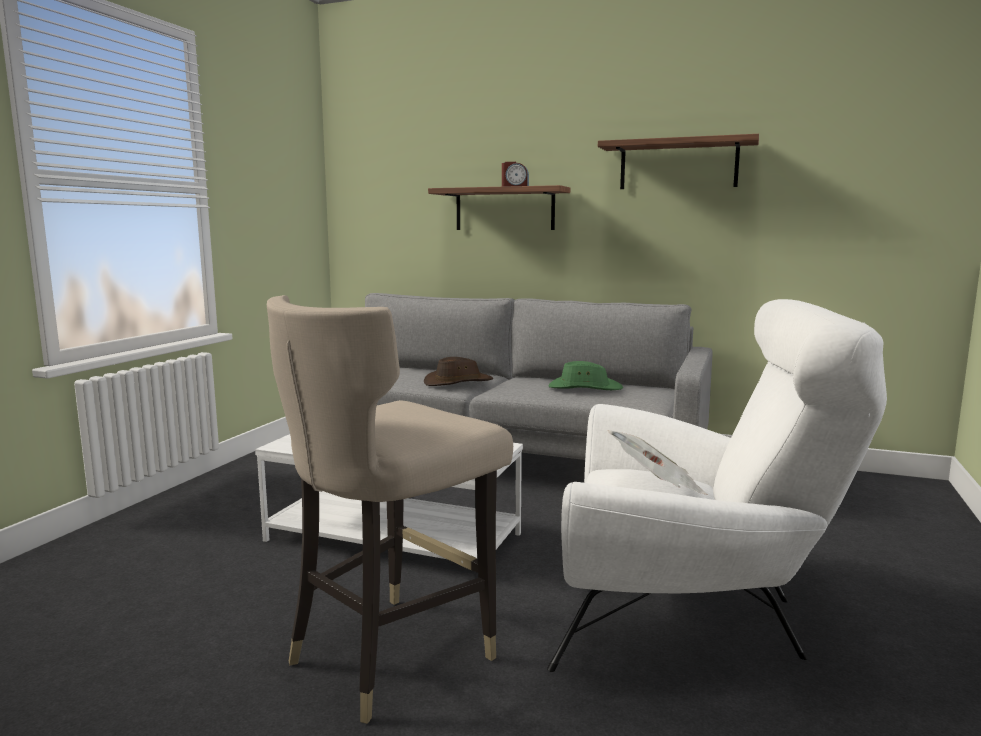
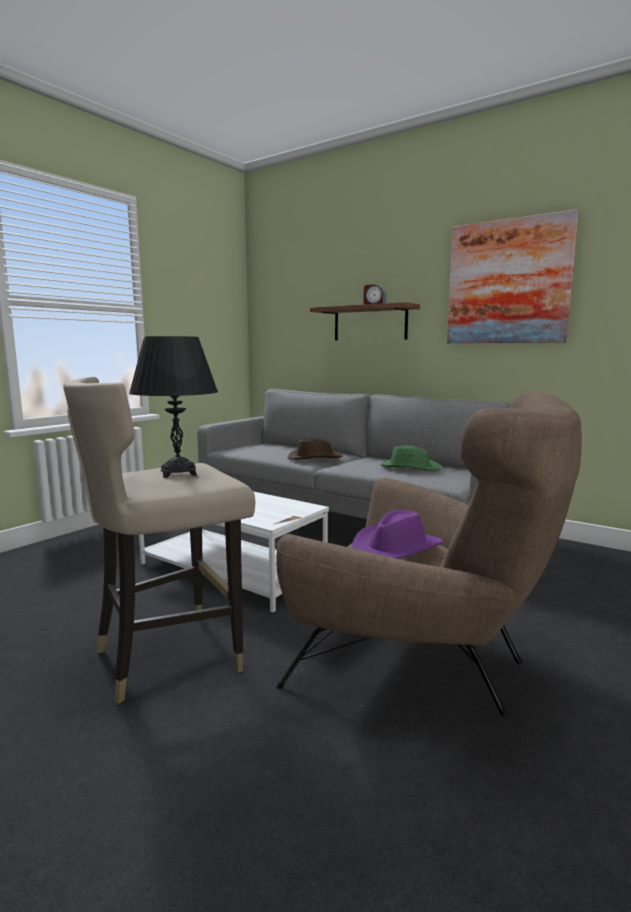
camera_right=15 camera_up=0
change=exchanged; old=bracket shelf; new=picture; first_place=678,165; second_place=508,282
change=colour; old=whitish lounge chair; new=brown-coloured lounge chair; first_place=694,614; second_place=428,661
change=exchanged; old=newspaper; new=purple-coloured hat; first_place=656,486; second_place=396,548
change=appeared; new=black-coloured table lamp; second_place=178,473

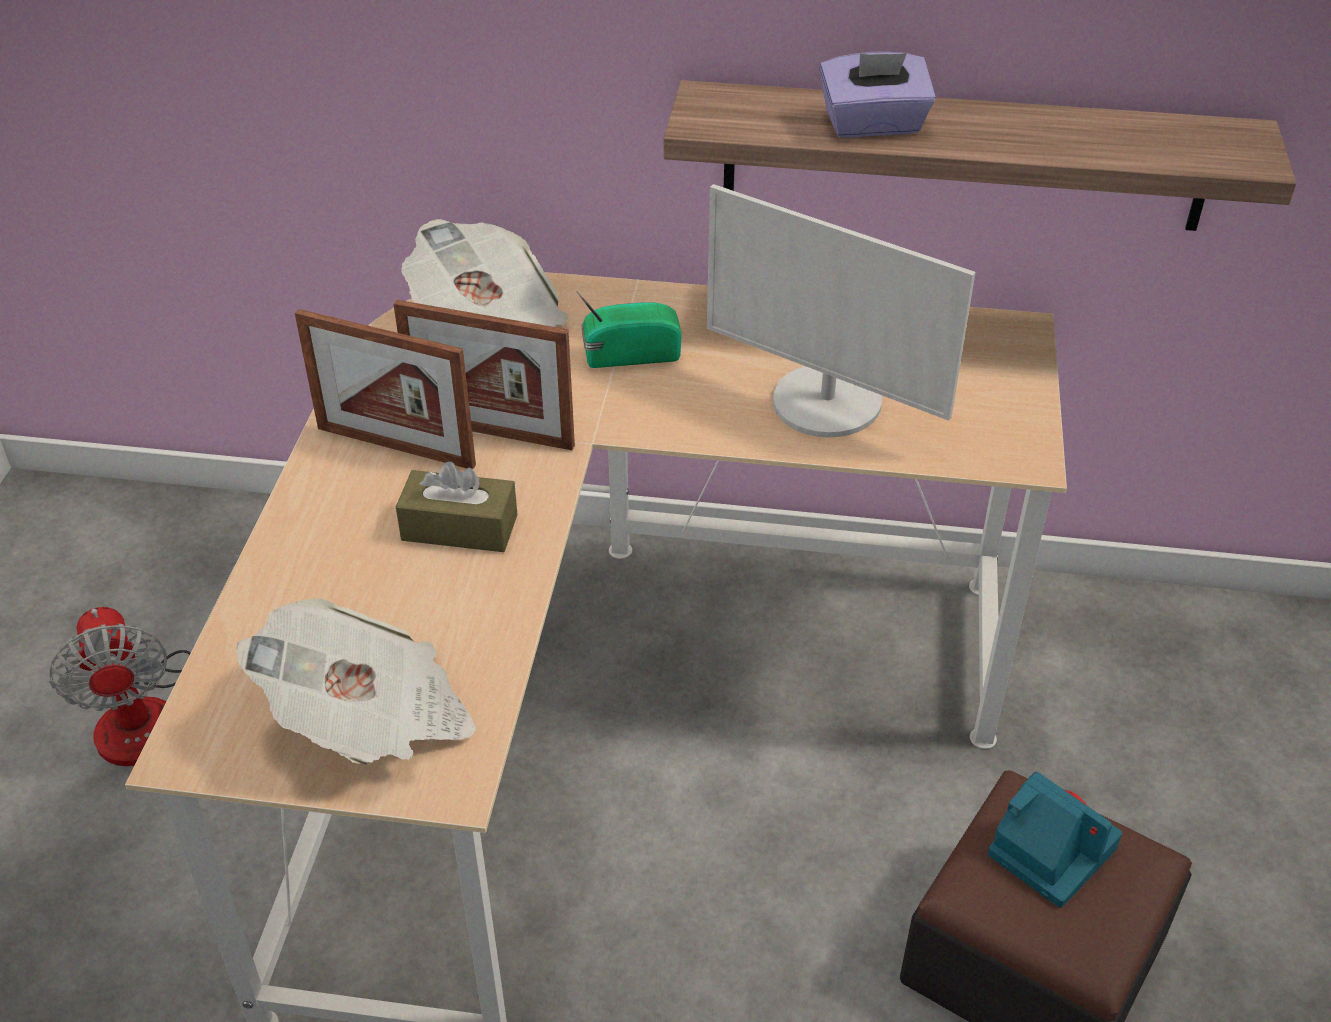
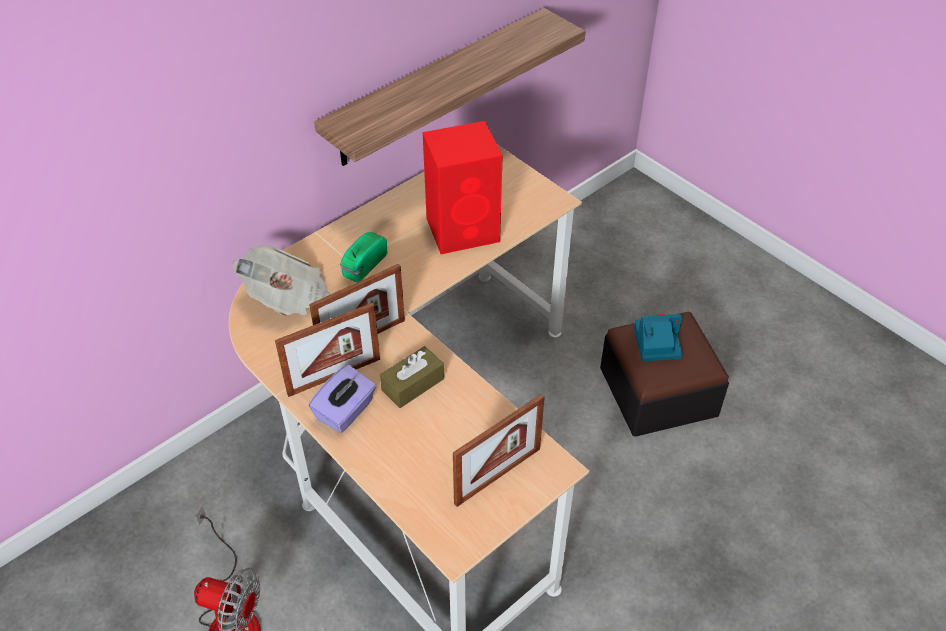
camera_right=-50 camera_up=5
change=relocated; old=purple-coloured tissue box; first_place=873,125; second_place=345,411
change=exchanged; old=computer screen; new=reddish speaker; first_place=826,403; second_place=464,229
change=exchanged; old=newspaper; new=picture frame; first_place=370,719; second_place=497,476

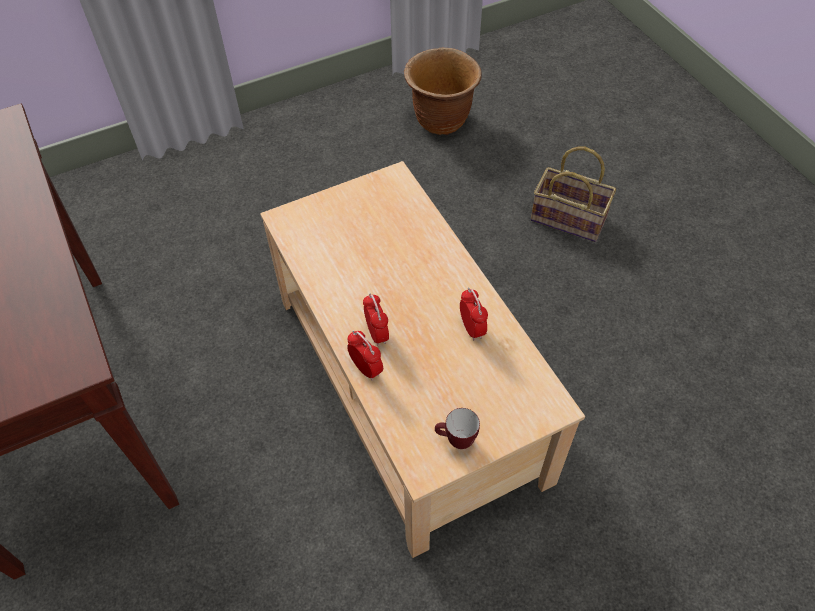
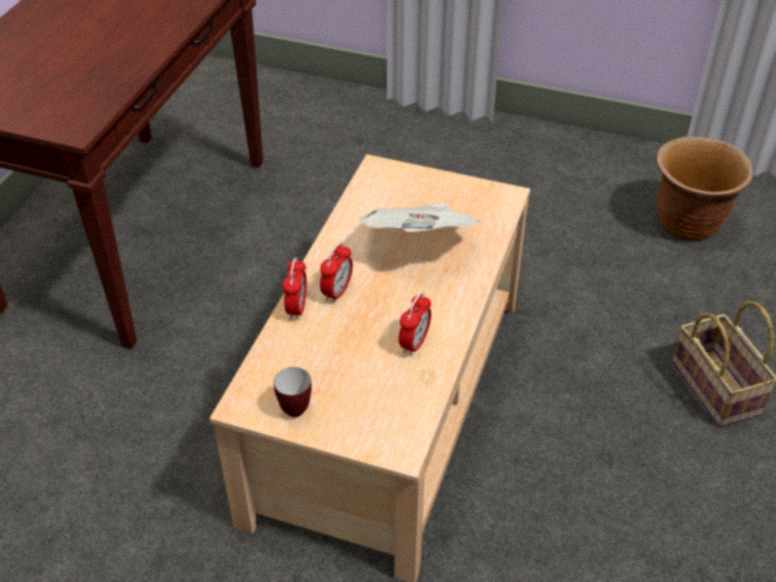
camera_right=45 camera_up=-10
change=appeared; new=newspaper; second_place=420,241

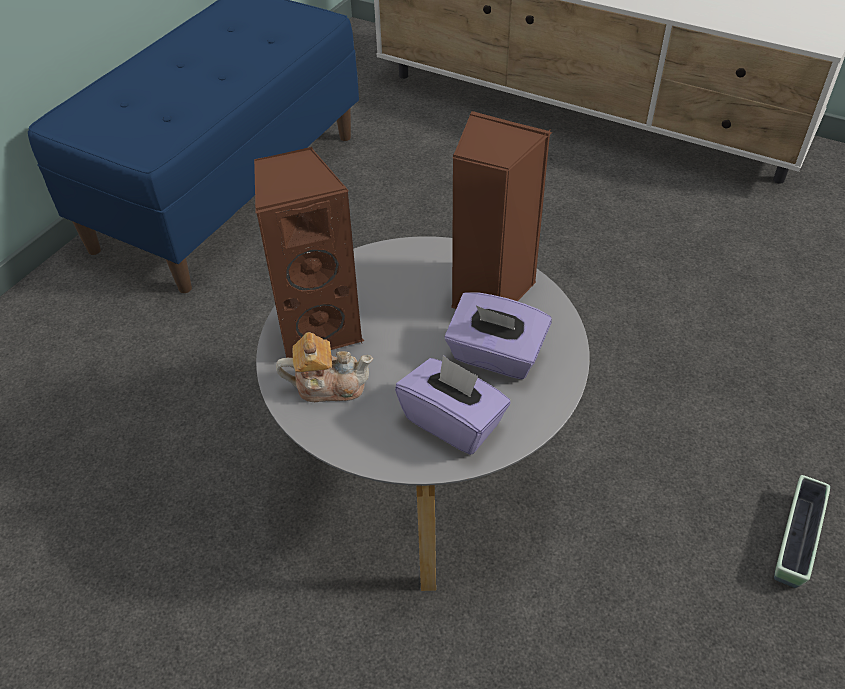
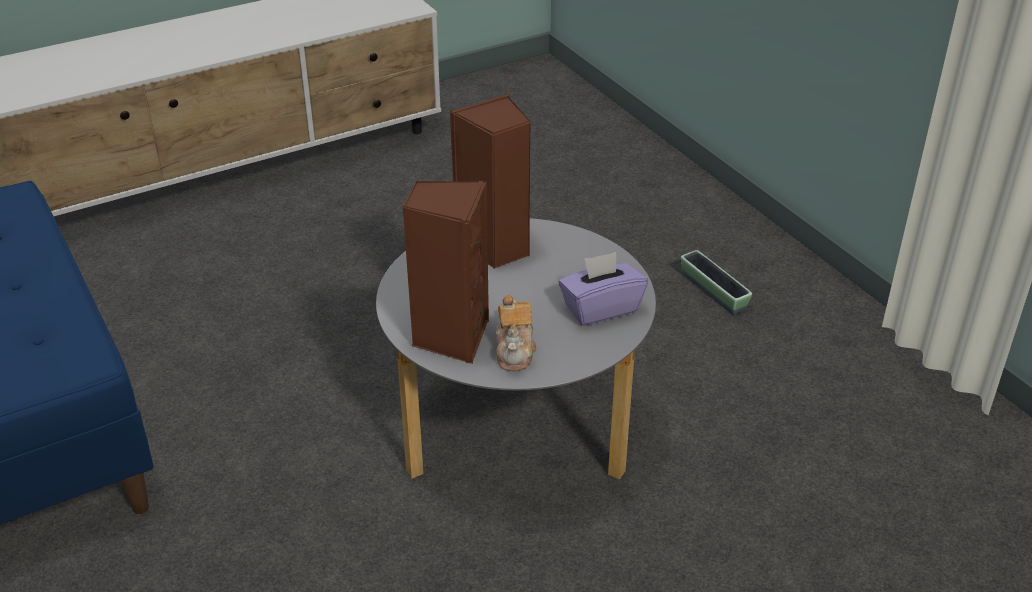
camera_right=-60 camera_up=-10
change=missing; old=purple-coloured tissue box; first_place=495,356
change=spun; old=teapot; first_place=328,385; second_place=515,351; degrees=150

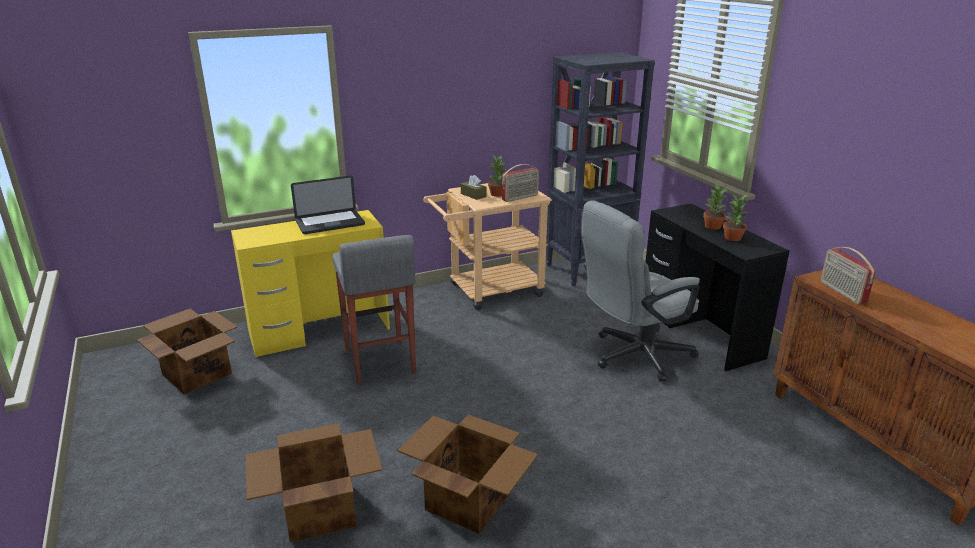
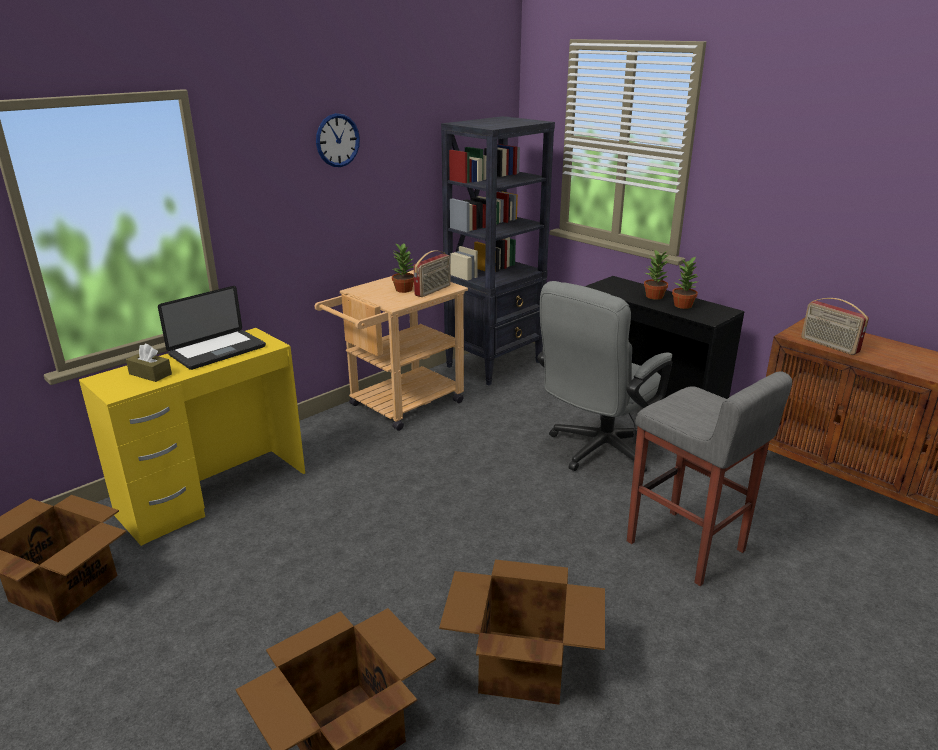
camera_right=-20 camera_up=0
change=relocated; old=brown-coloured tissue box; first_place=473,195; second_place=150,374
change=relocated; old=gray sitting stool; first_place=379,363; second_place=686,547
change=appeared; new=wall clock; second_place=337,140

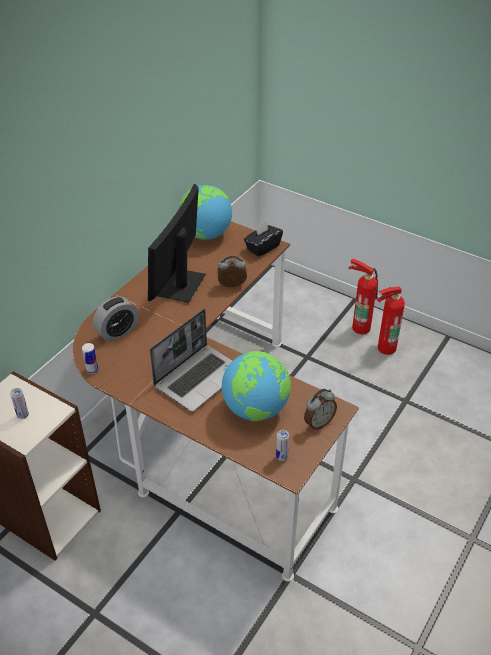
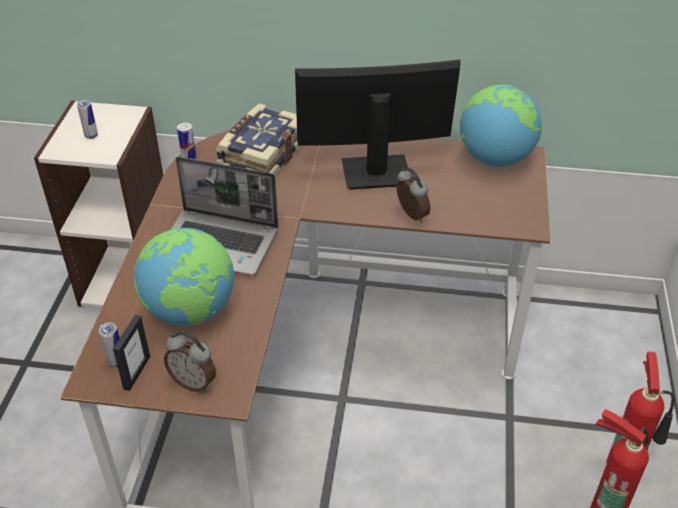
camera_right=65 camera_up=0
change=missing; old=black-coloured tissue box; first_place=262,247
change=exchanged; old=bedside clock; new=volume; first_place=117,331; second_place=261,154
change=appeared; new=picture frame; second_place=136,372

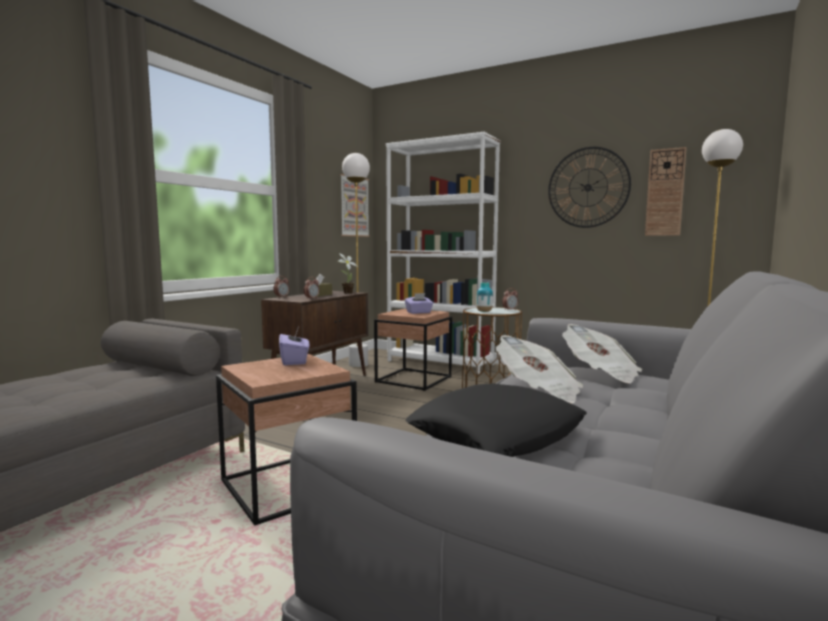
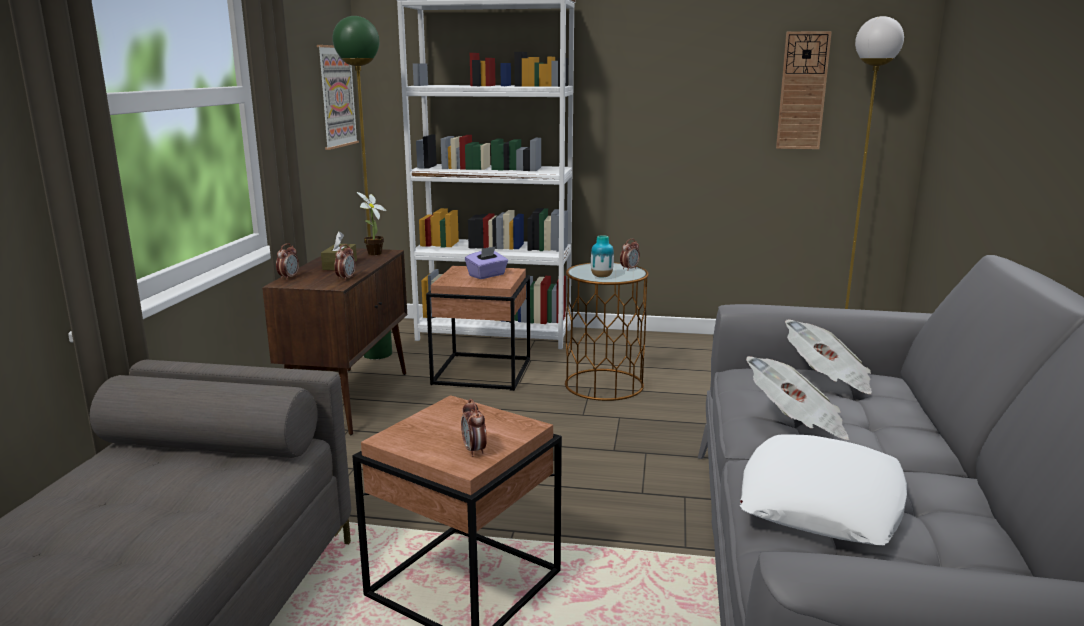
camera_right=-20 camera_up=10
change=missing; old=wall clock; first_place=588,187
change=colour; old=whitish standing lamp; new=green standing lamp; first_place=358,365; second_place=377,354
change=missing; old=purple-coloured tissue box; first_place=294,361
change=colour; old=black-coloured pillow; new=whitish pillow; first_place=497,434; second_place=821,502
change=appeared; new=bedside clock; second_place=474,450

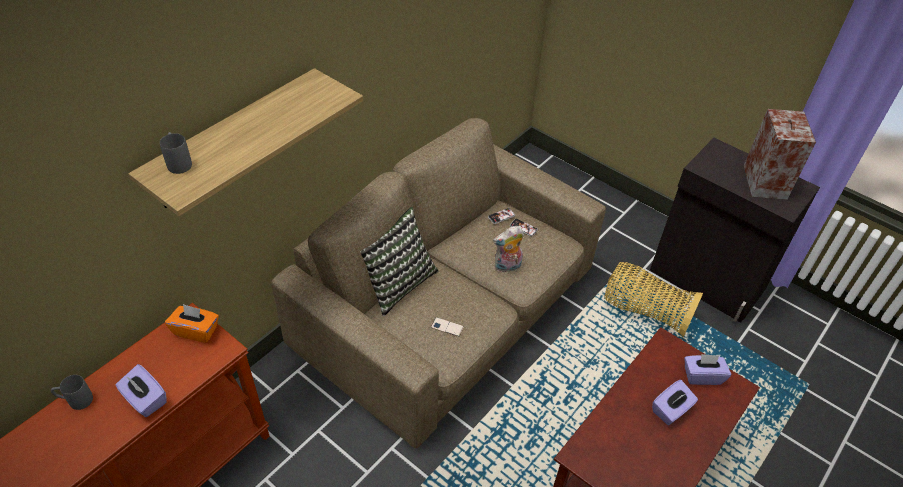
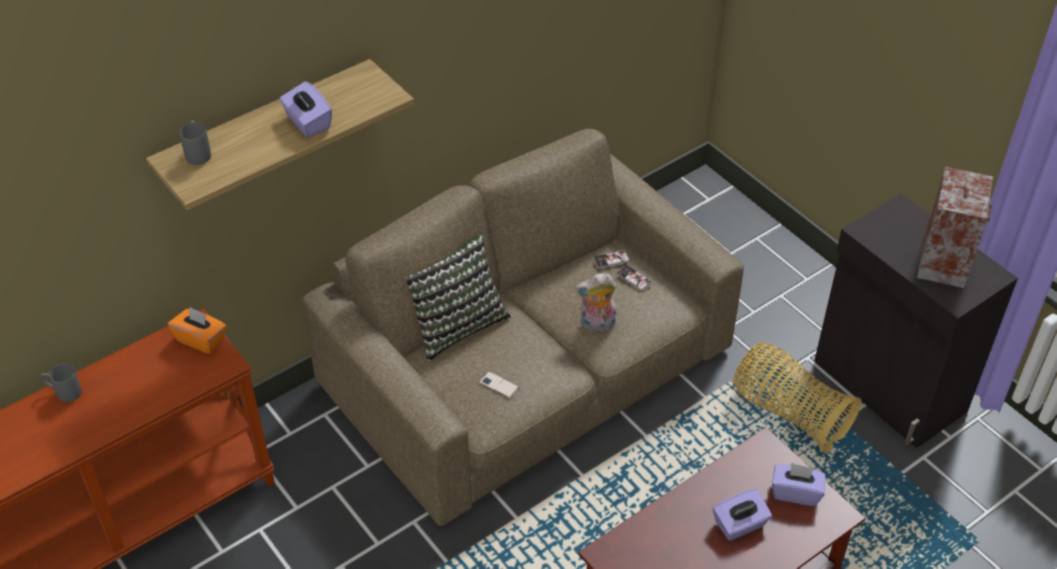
camera_right=15 camera_up=0
change=relocated; old=purple-coloured tissue box; first_place=145,400; second_place=307,122

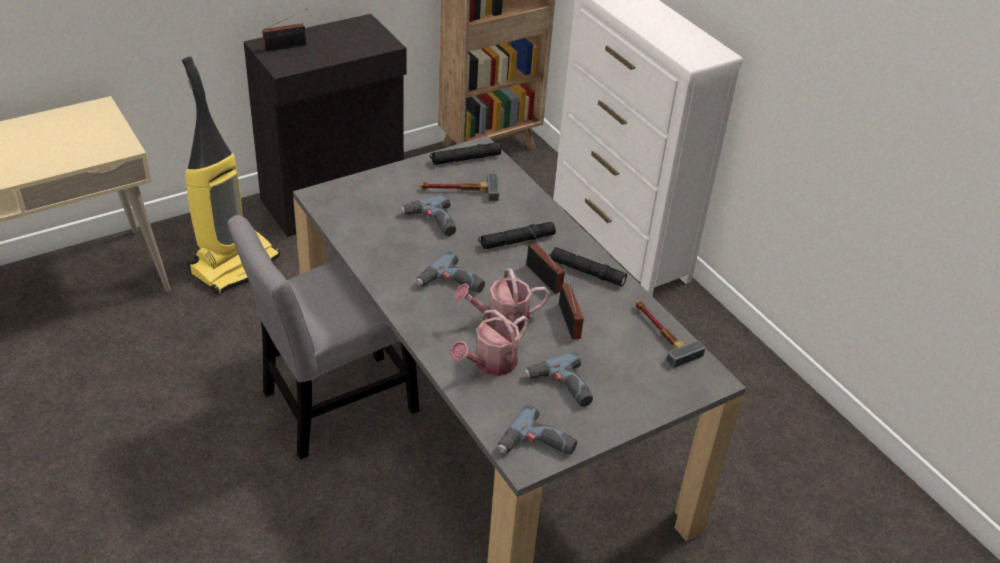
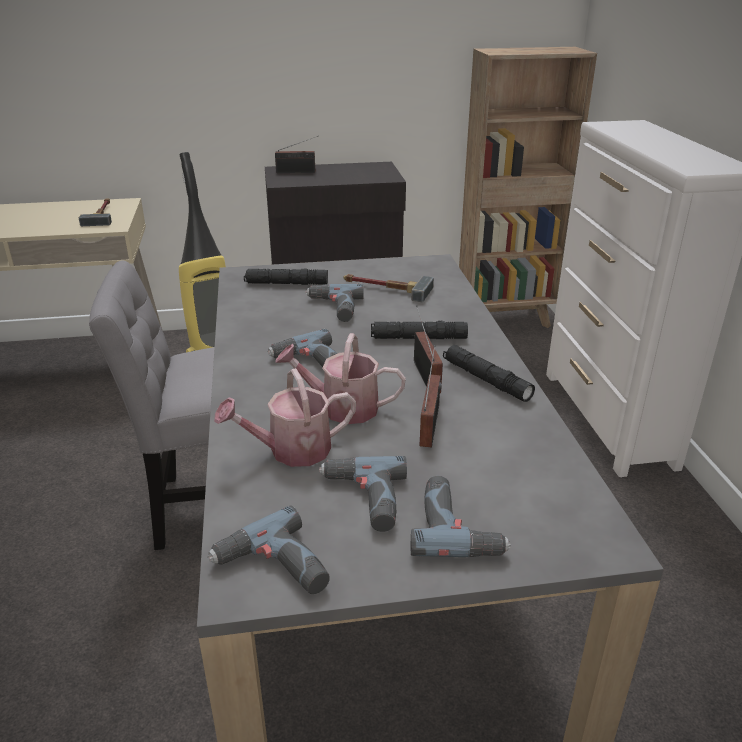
camera_right=25 camera_up=-10
change=relocated; old=black-coloured hand torch; first_place=465,159; second_place=286,283
change=relocated; old=hammer; first_place=661,333; second_place=102,214
change=appeared; new=electric drill; second_place=457,527

